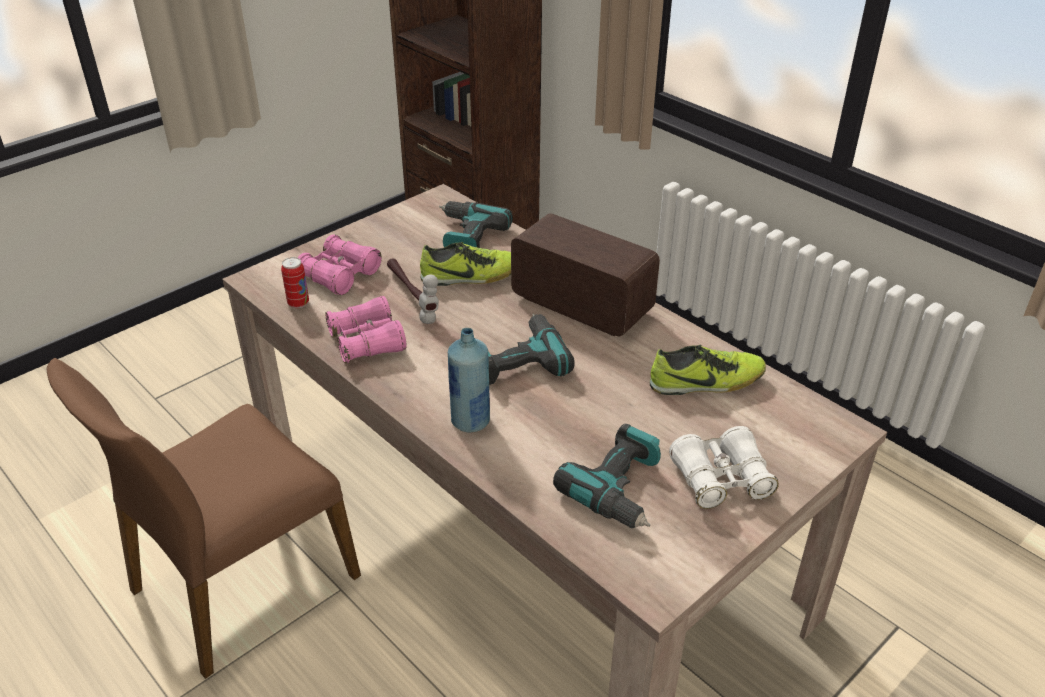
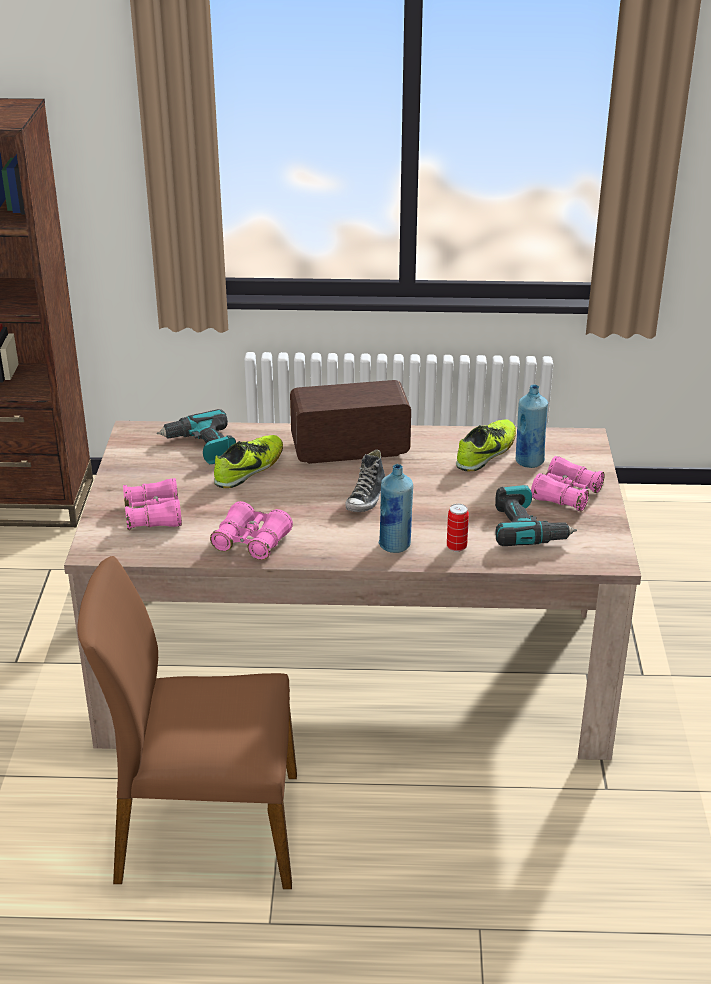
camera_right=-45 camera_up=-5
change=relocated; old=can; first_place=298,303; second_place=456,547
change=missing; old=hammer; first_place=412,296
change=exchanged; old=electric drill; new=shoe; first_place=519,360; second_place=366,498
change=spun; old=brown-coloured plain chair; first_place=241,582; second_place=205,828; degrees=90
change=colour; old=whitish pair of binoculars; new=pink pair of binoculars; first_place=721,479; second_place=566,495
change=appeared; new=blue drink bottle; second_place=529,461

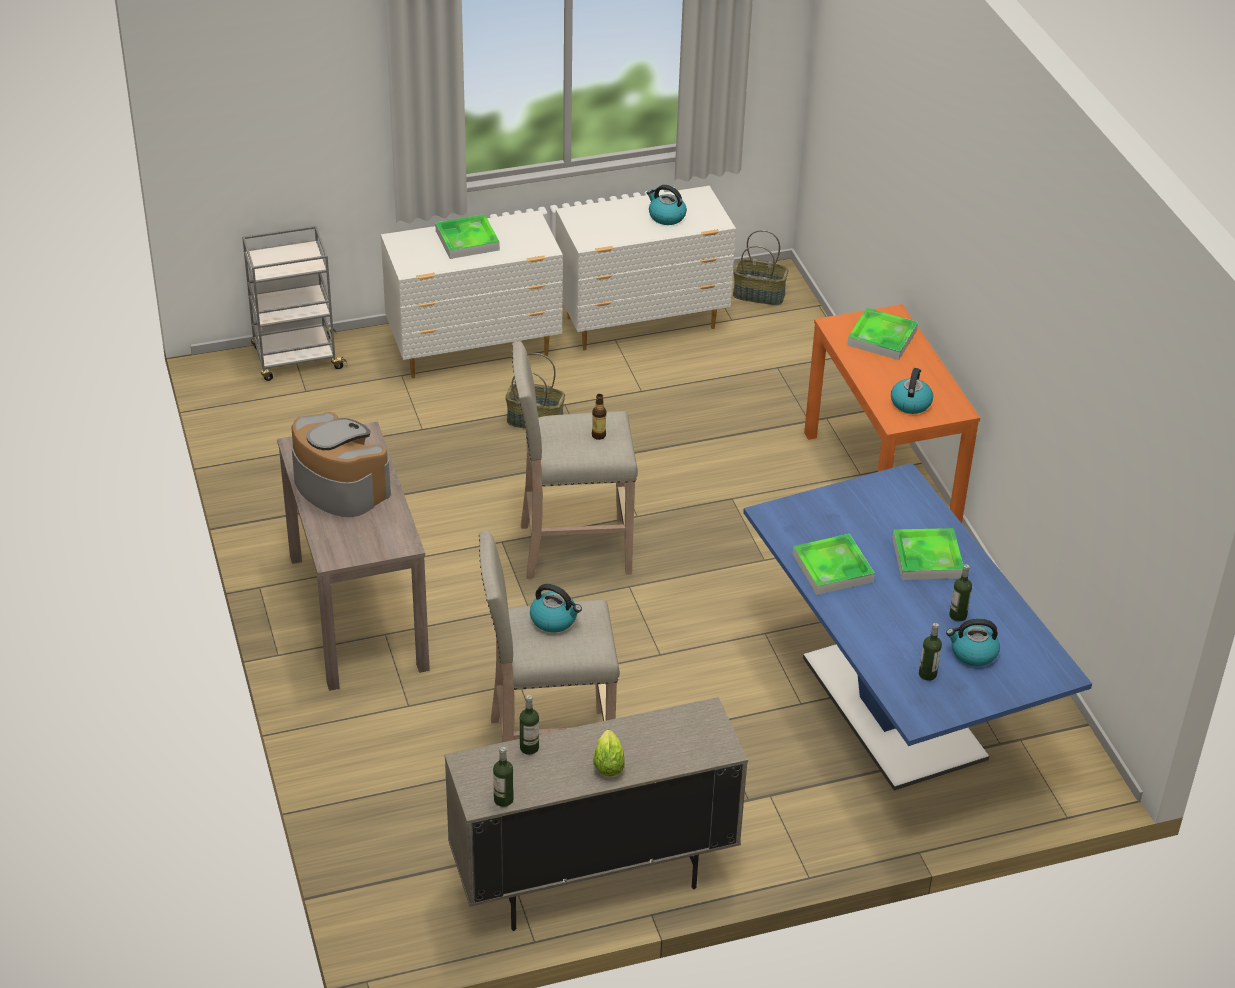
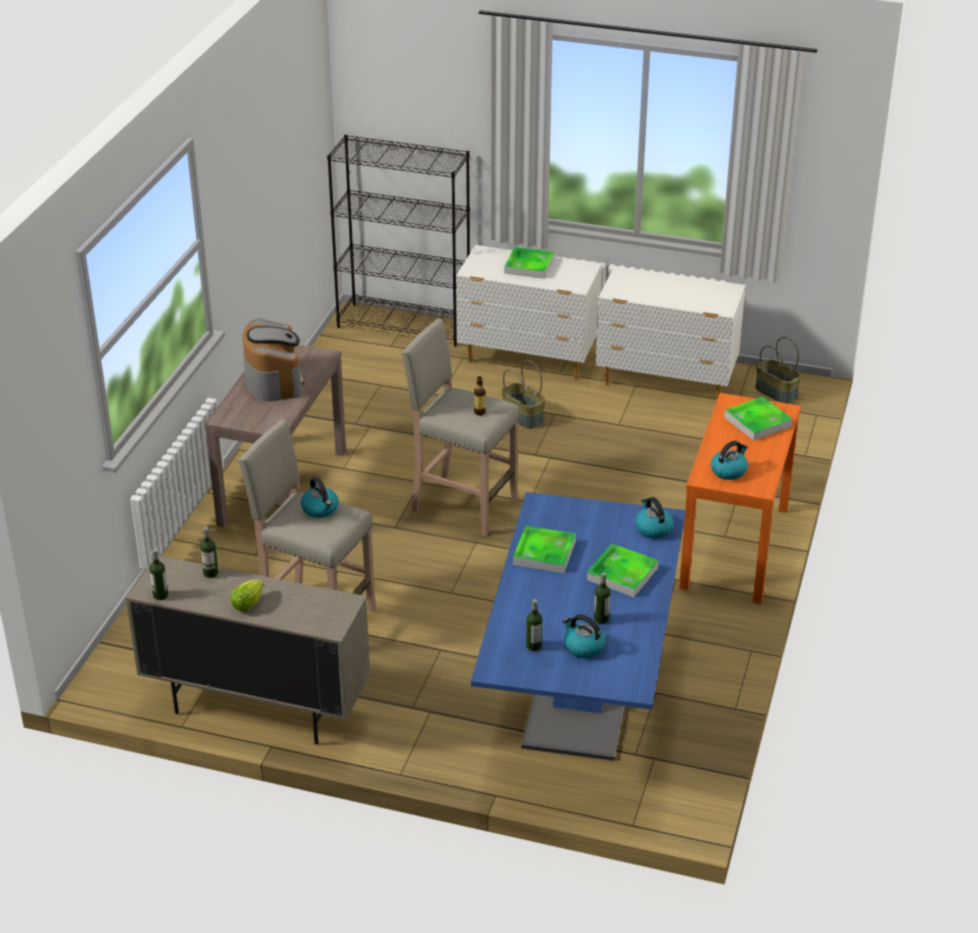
camera_right=35 camera_up=-5
change=relocated; old=water kettle; first_place=666,216; second_place=653,529
change=exchanged; old=gray trolley; new=black-coloured bookcase; first_place=296,359; second_place=404,325

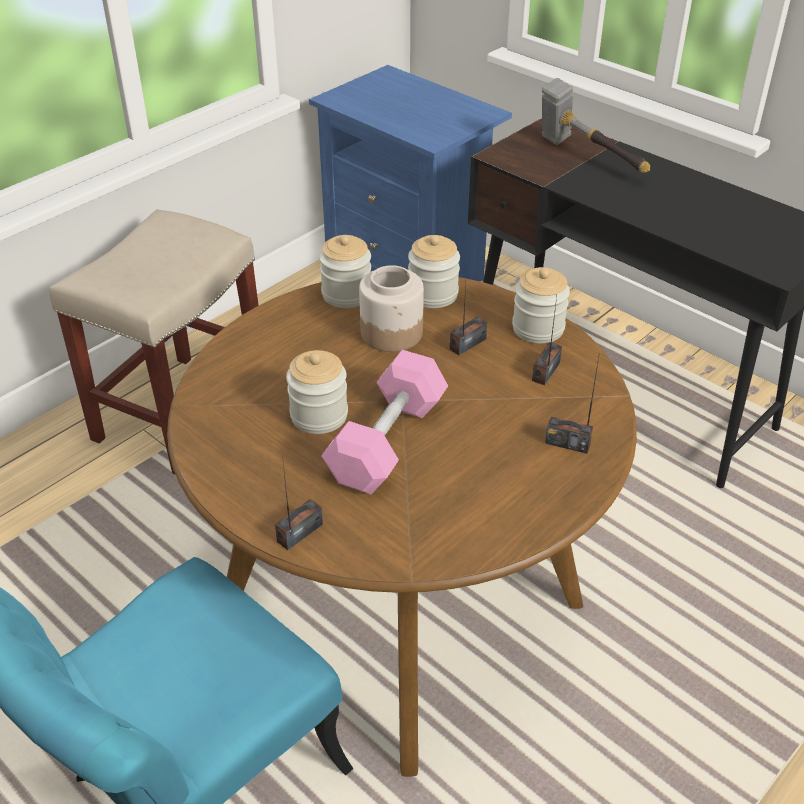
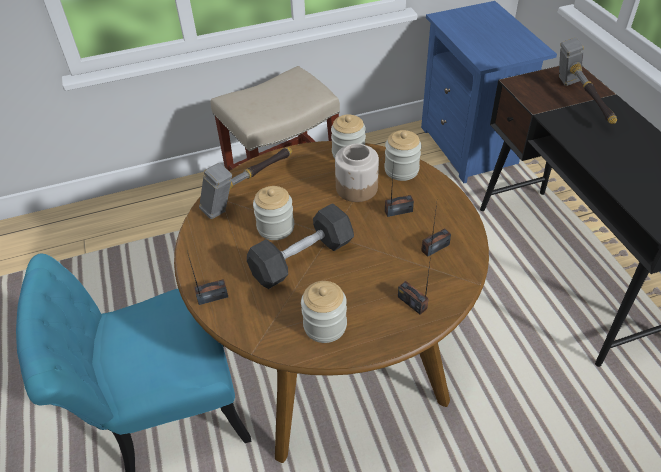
camera_right=30 camera_up=5
change=relocated; old=storage jar; first_place=538,328; second_place=325,325
change=colour; old=pink free weight; new=gray free weight; first_place=387,441; second_place=302,258
change=appeared; new=hammer; second_place=249,192

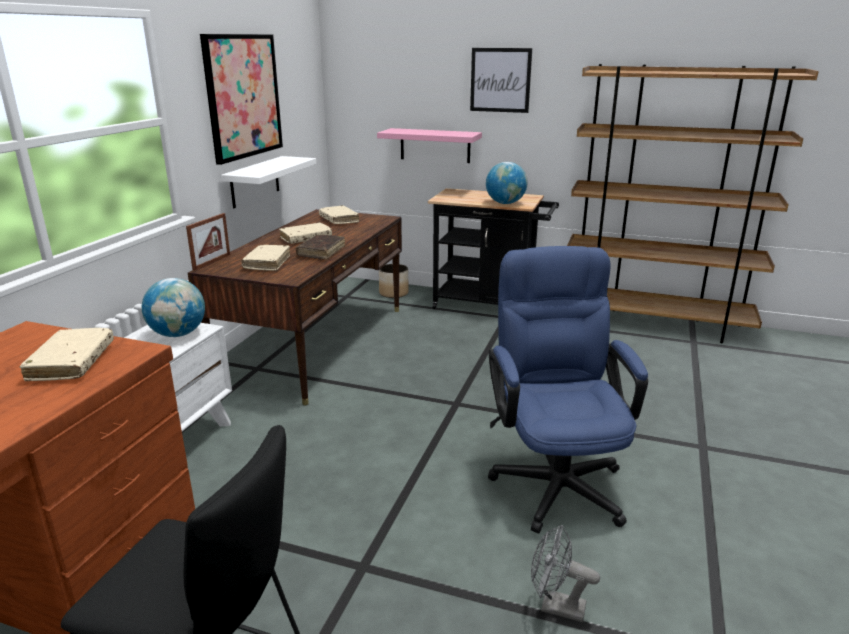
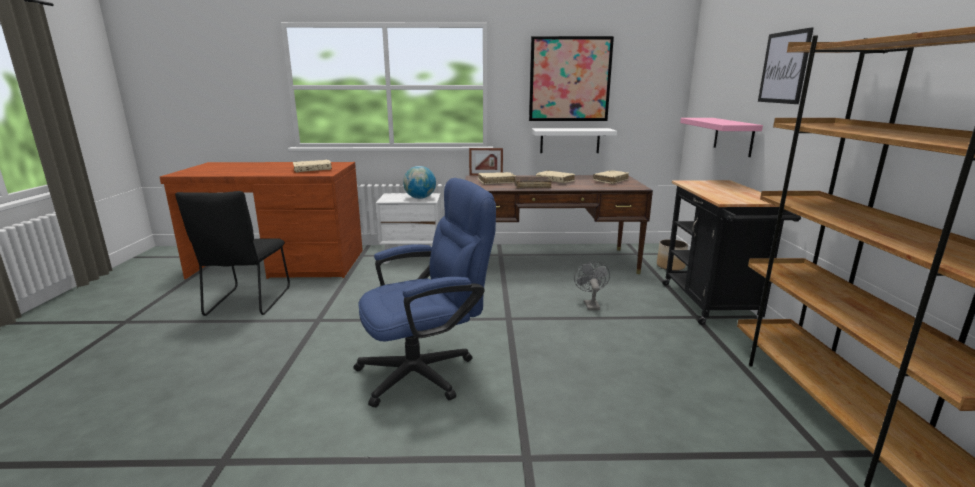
camera_right=70 camera_up=-5
change=missing; old=globe; first_place=505,203
change=relocated; old=gray fan; first_place=555,606; second_place=590,304

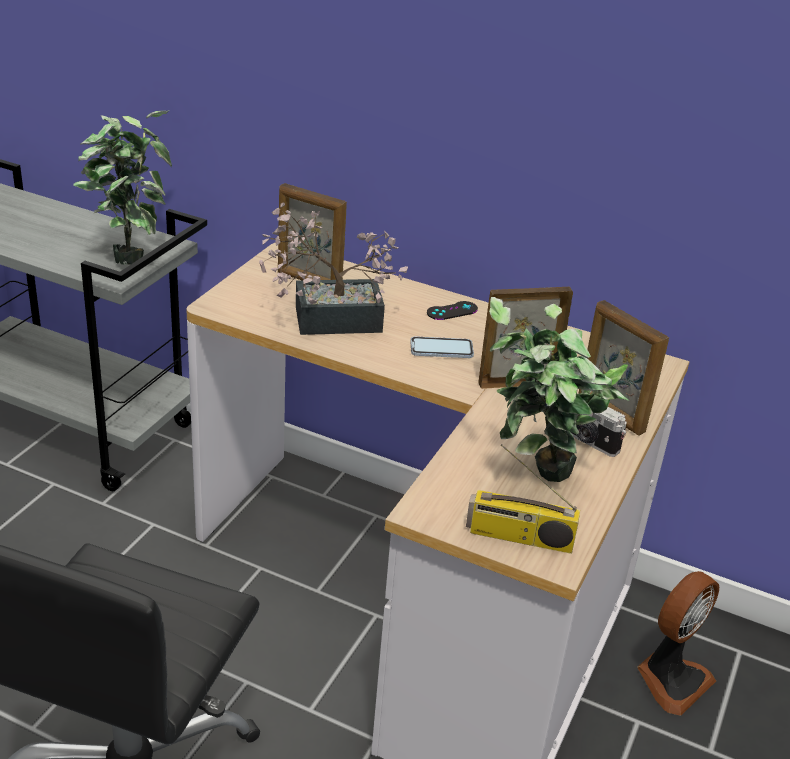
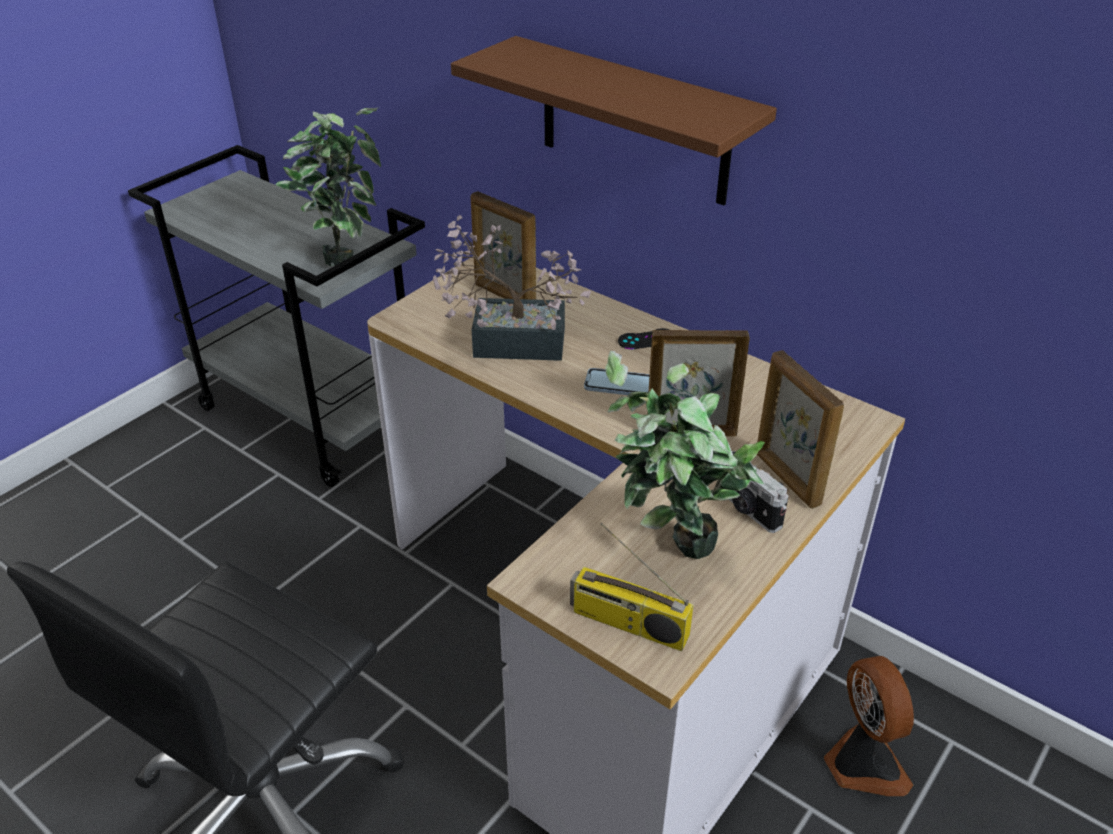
camera_right=15 camera_up=5
change=spun; old=fan; first_place=671,679; second_place=862,764; degrees=-75
change=appeared; new=brown-coloured bracket shelf; second_place=634,122

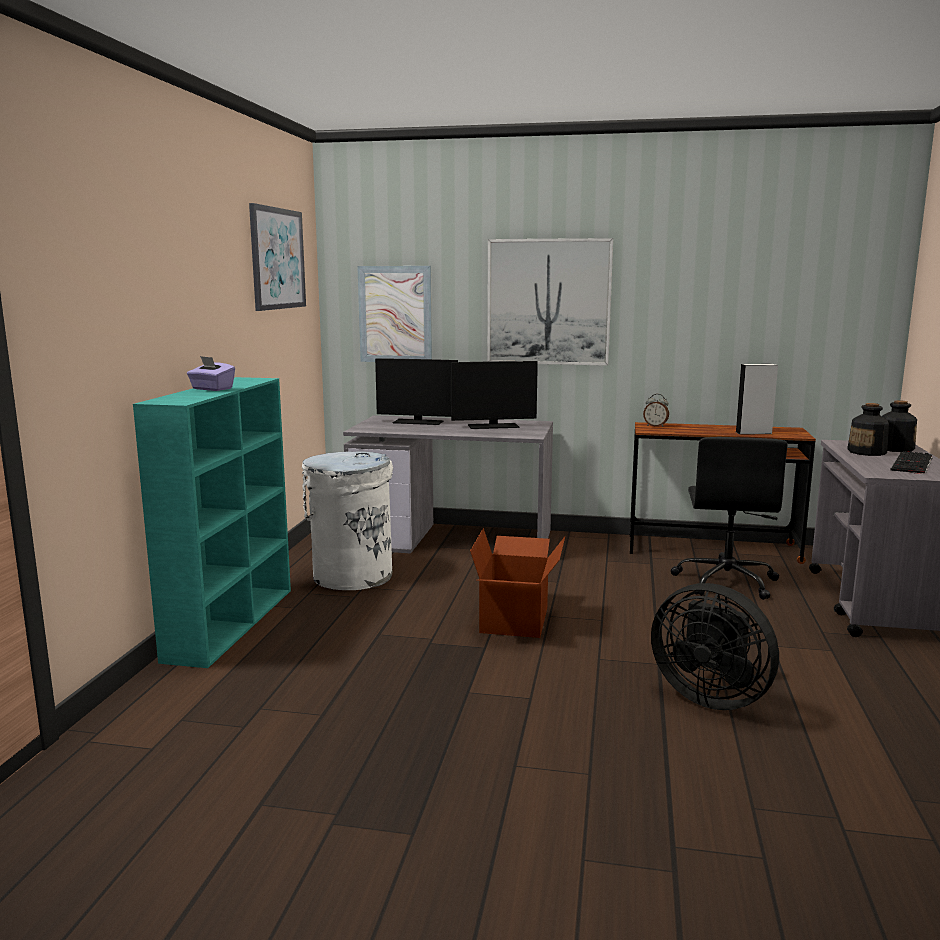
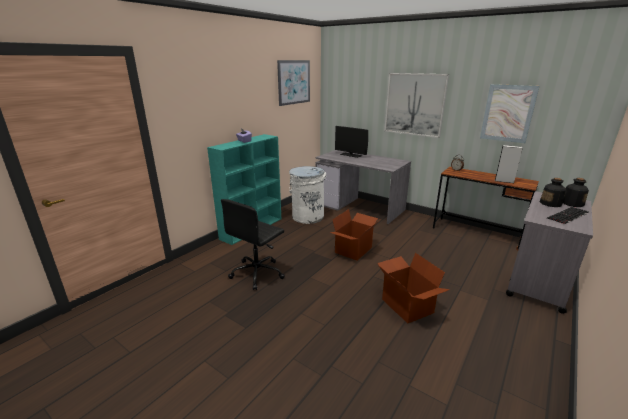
camera_right=25 camera_up=10
change=relocated; old=picture; first_place=395,314; second_place=508,113
change=missing; old=computer screen; first_place=493,426
change=relocated; old=black-coloured computer chair; first_place=726,581; second_place=258,273
change=exchanged; old=black-coloured fan; new=packing box; first_place=710,696; second_place=406,306

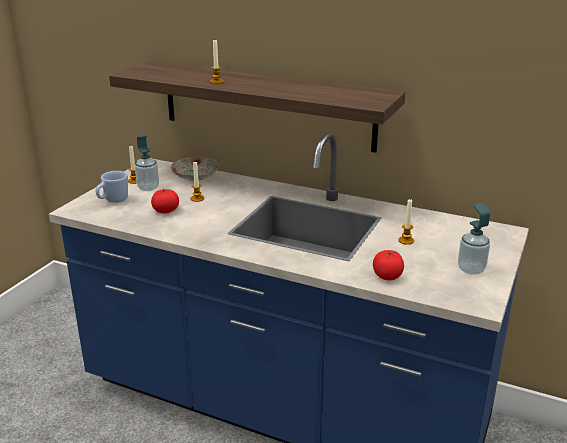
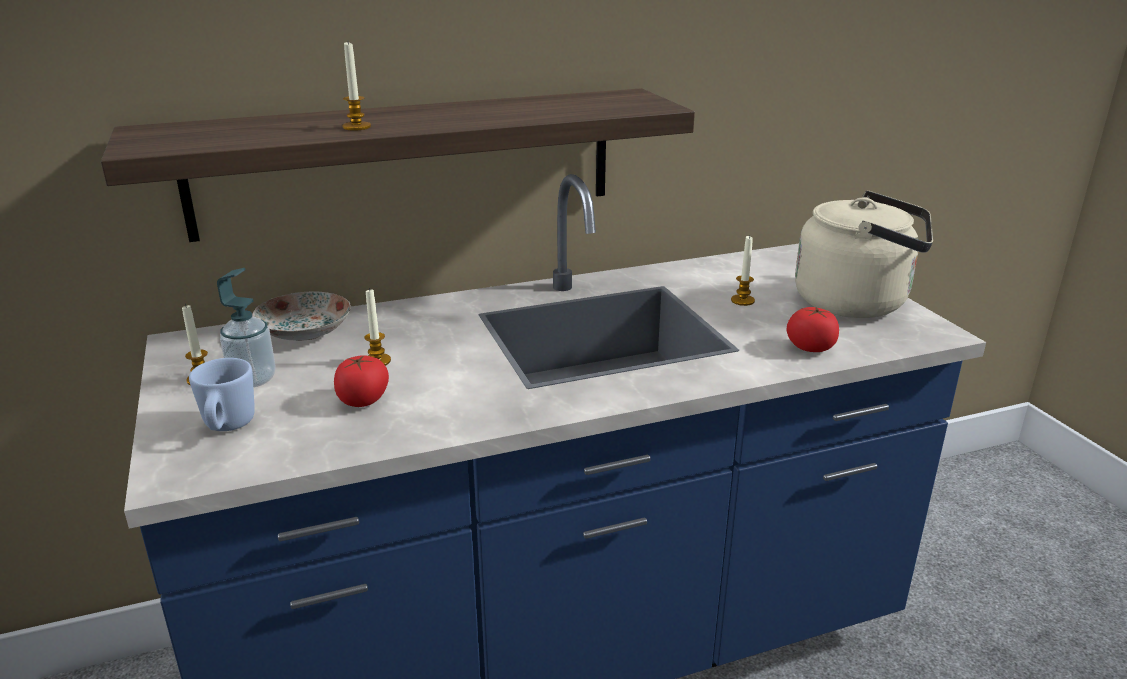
camera_right=-45 camera_up=0
change=exchanged; old=soap bottle; new=beige-coloured water kettle; first_place=471,269; second_place=857,303

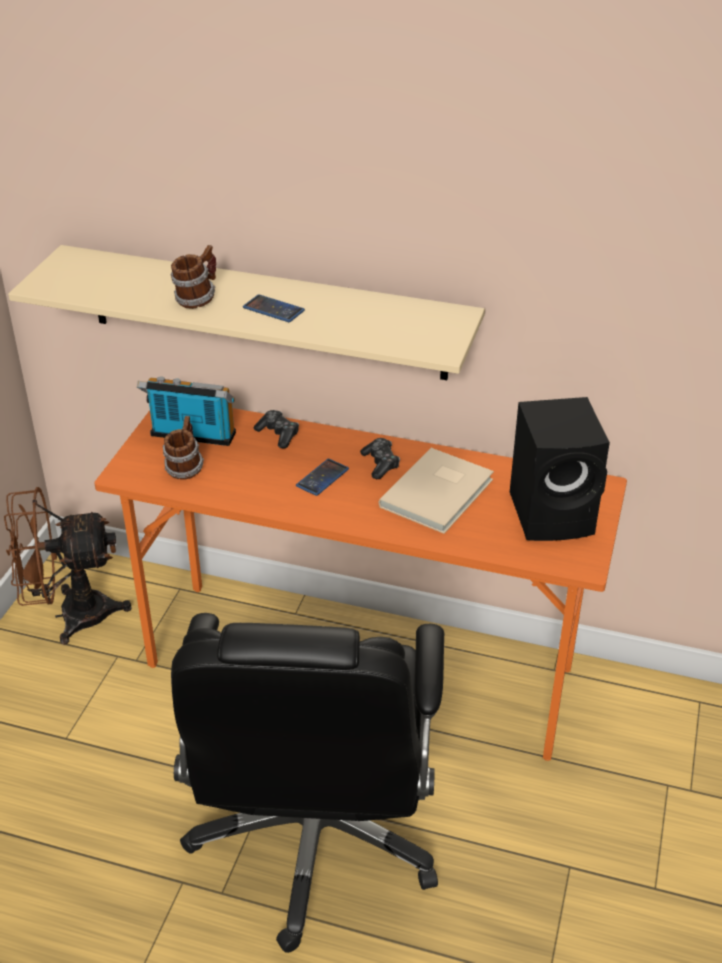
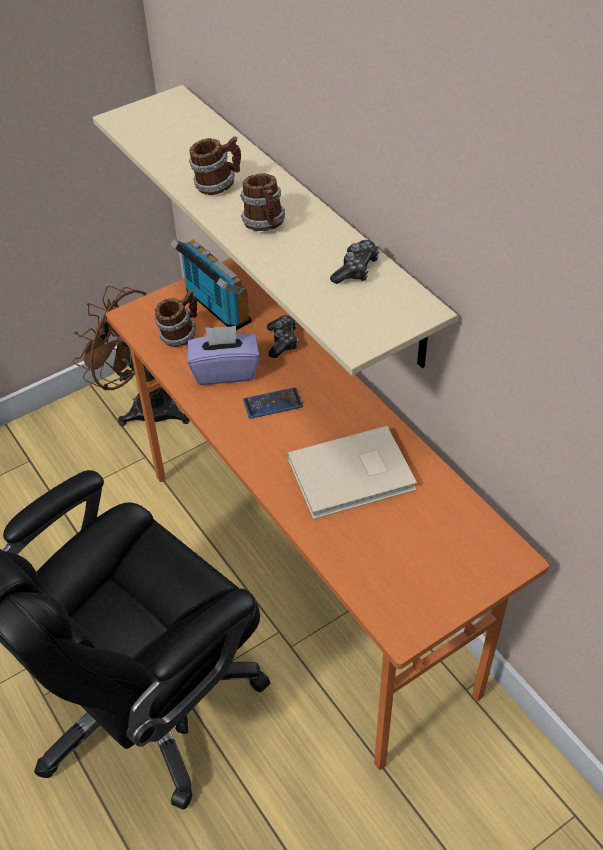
camera_right=40 camera_up=10
change=exchanged; old=phone; new=mug; first_place=273,309; second_place=265,225
change=missing; old=black-coloured speaker; first_place=554,514
change=relocated; old=joypad; first_place=380,464; second_place=356,269
change=appeared; new=purple-coloured tissue box; second_place=225,371

